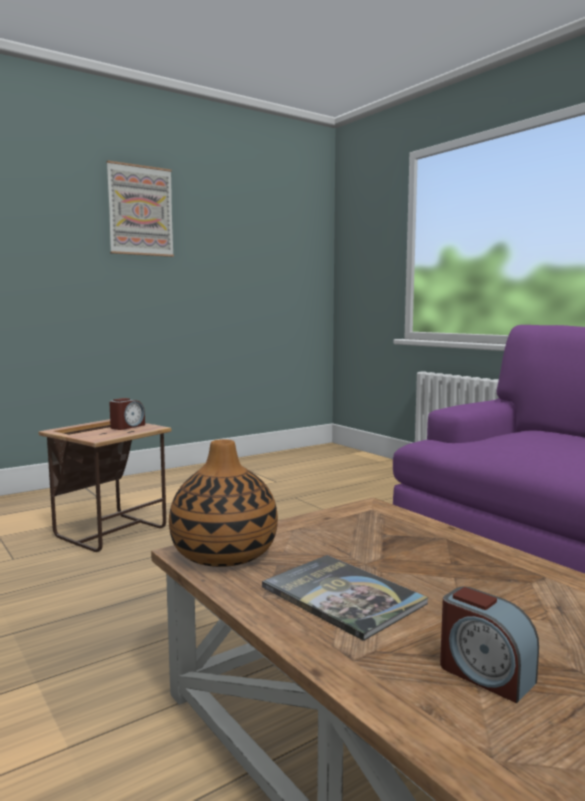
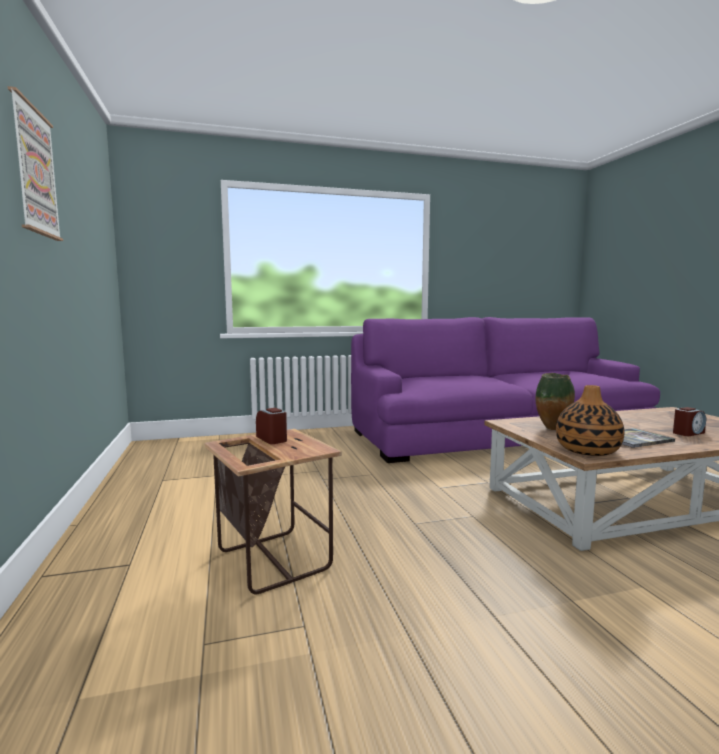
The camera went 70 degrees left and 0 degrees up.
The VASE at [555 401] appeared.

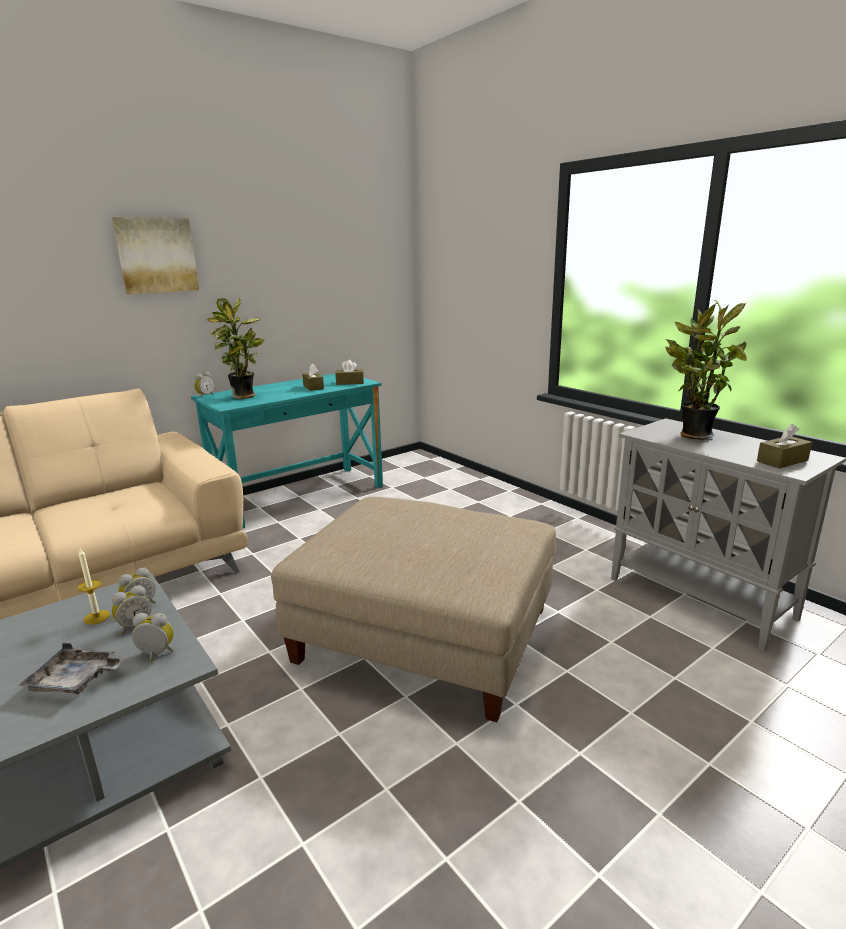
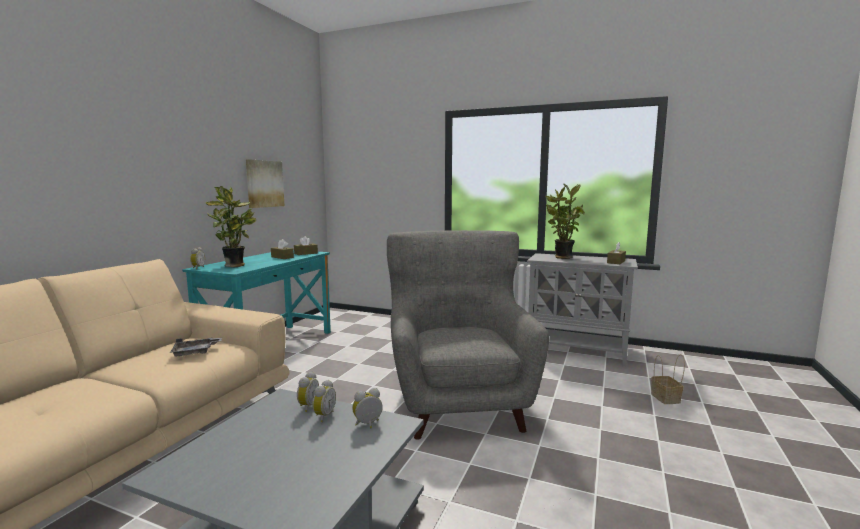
The camera went 30 degrees left and 10 degrees down.
The GRAY SERVING TRAY moved from [73 668] to [196 347].
The WALL PICTURE moved from [155 255] to [265 183].
The SAND-COLOURED FOOTREST at [413 609] was replaced by the GRAY LOUNGE CHAIR at [468 335].
The BASKET at [668 379] appeared.
The WAX LIGHT at [93 587] disappeared.

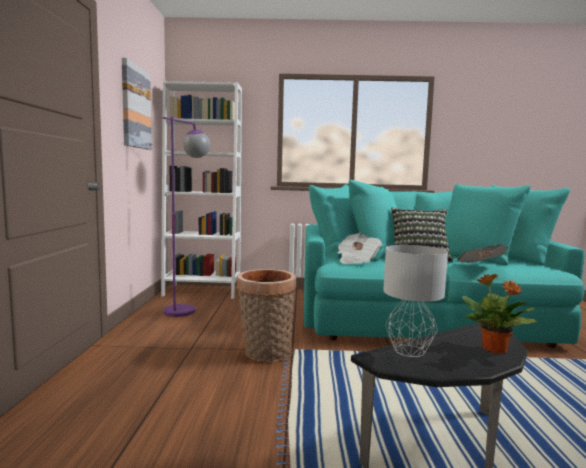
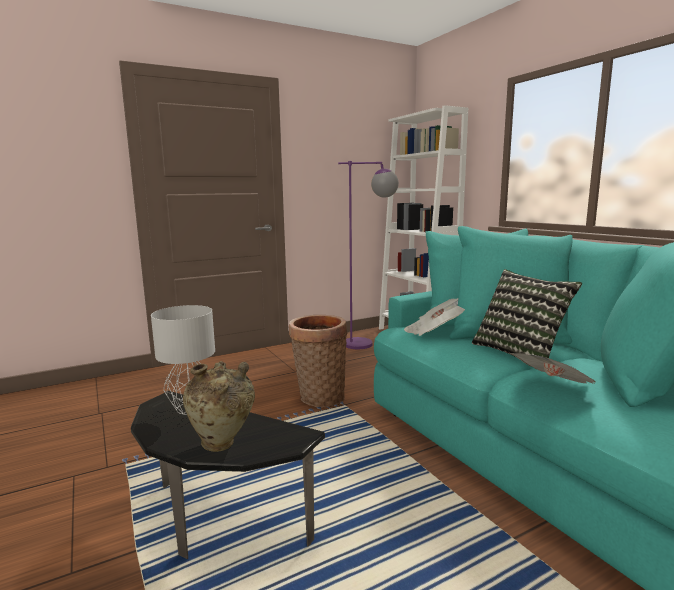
The camera went 60 degrees right and 5 degrees up.
The HOUSEPLANT at [499 314] was replaced by the SAND-COLOURED VASE at [219 406].
The WALL PICTURE at [137 104] disappeared.

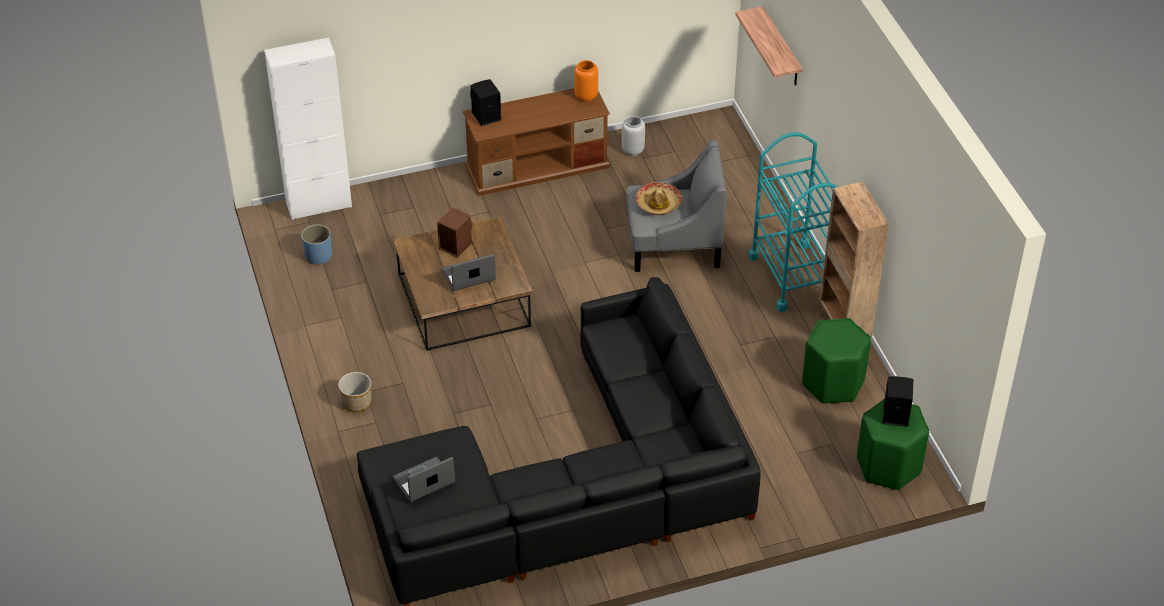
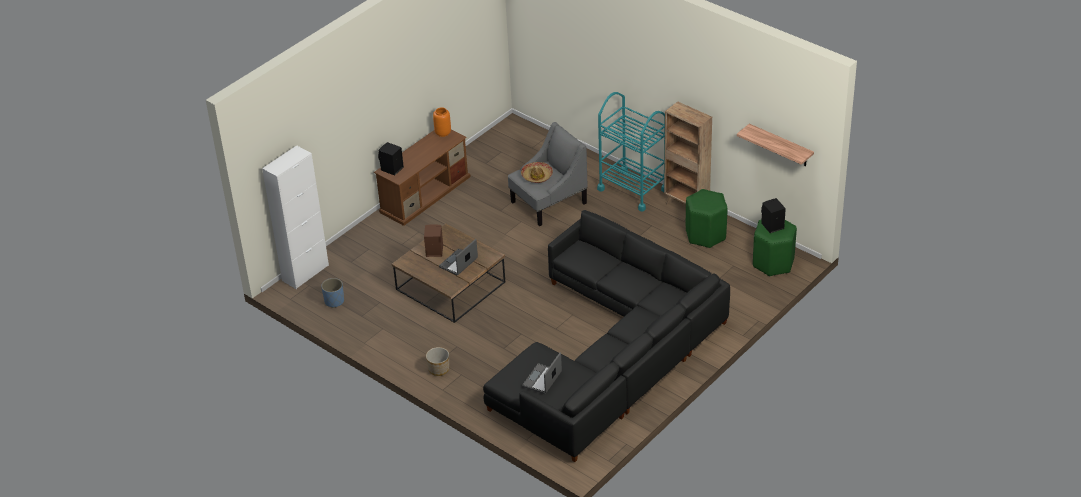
The camera went 30 degrees left and 5 degrees down.
The WALL SHELF moved from [769 45] to [775 145].
The GRAY VASE at [633 136] disappeared.

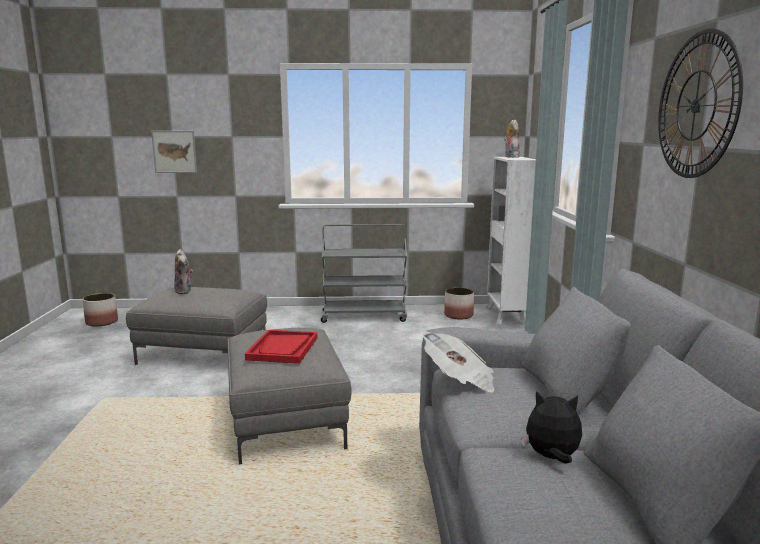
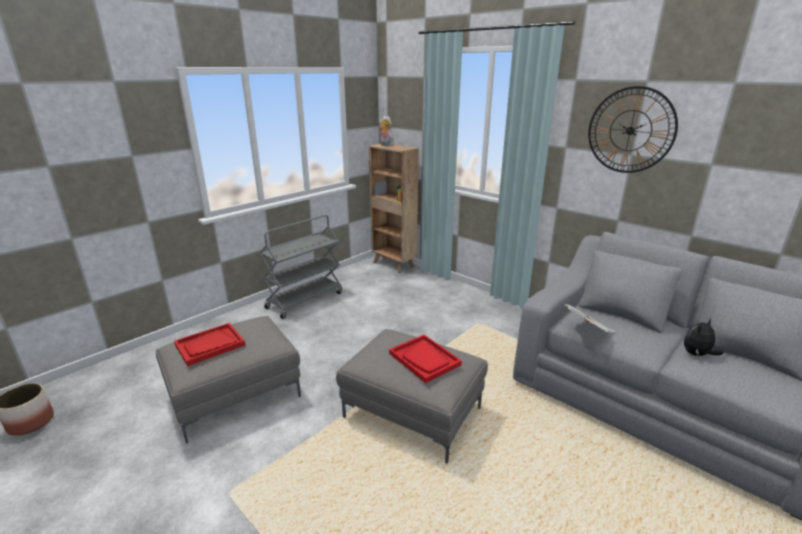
The camera went 45 degrees left and 10 degrees up.
The PLUSH TOY at [183 271] was replaced by the REDDISH SERVING TRAY at [209 344].
The WHITISH SHELVING UNIT at [511 241] became the BROWN SHELVING UNIT at [394 208].
The WALL PICTURE at [174 152] disappeared.
The FLOWER POT at [459 303] disappeared.

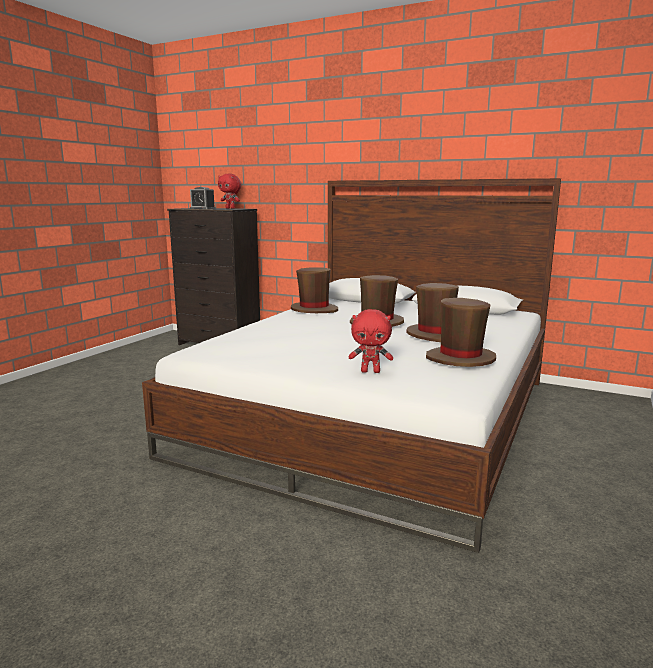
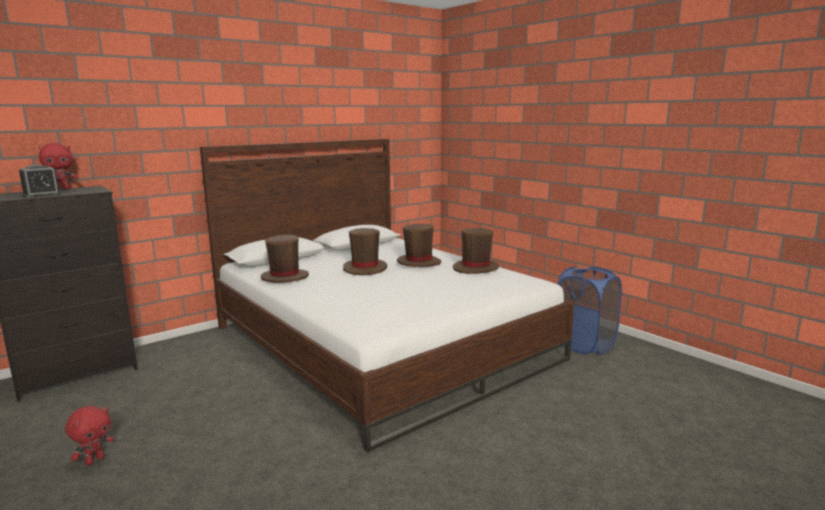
The camera went 65 degrees left and 0 degrees up.
The REDDISH PLUSH TOY moved from [371 341] to [89 436].
The BLUE-COLOURED LAUNDRY BASKET at [590 310] appeared.

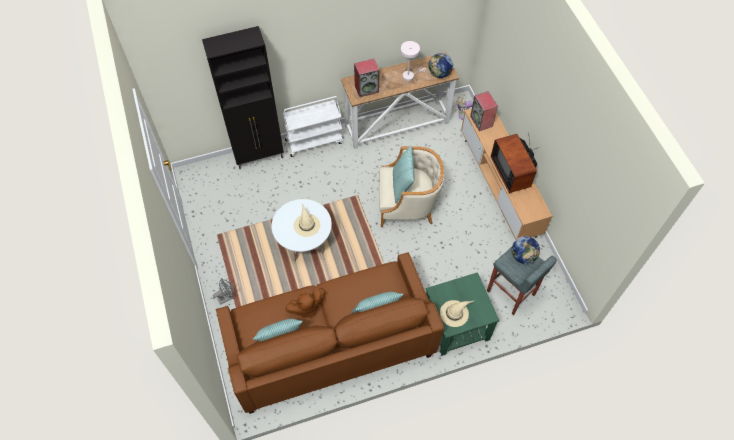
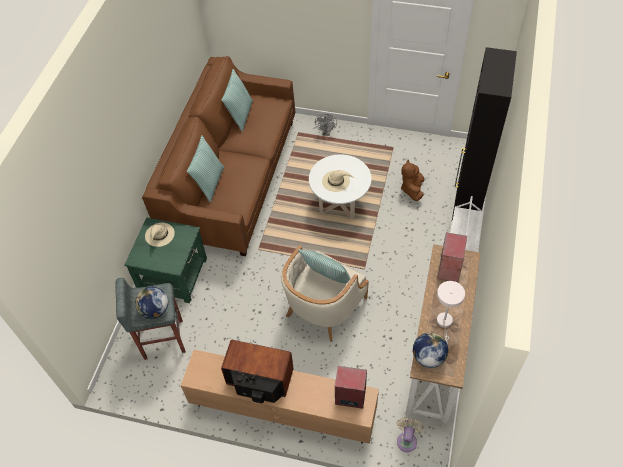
The camera went 125 degrees right and 5 degrees down.
The BROWN PLUSH TOY moved from [305 303] to [412 180].

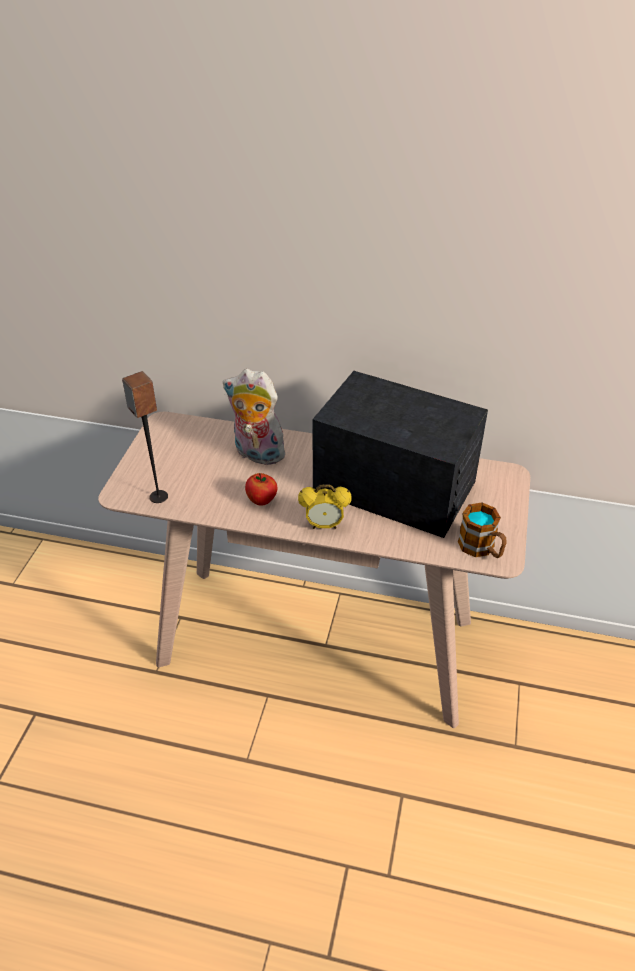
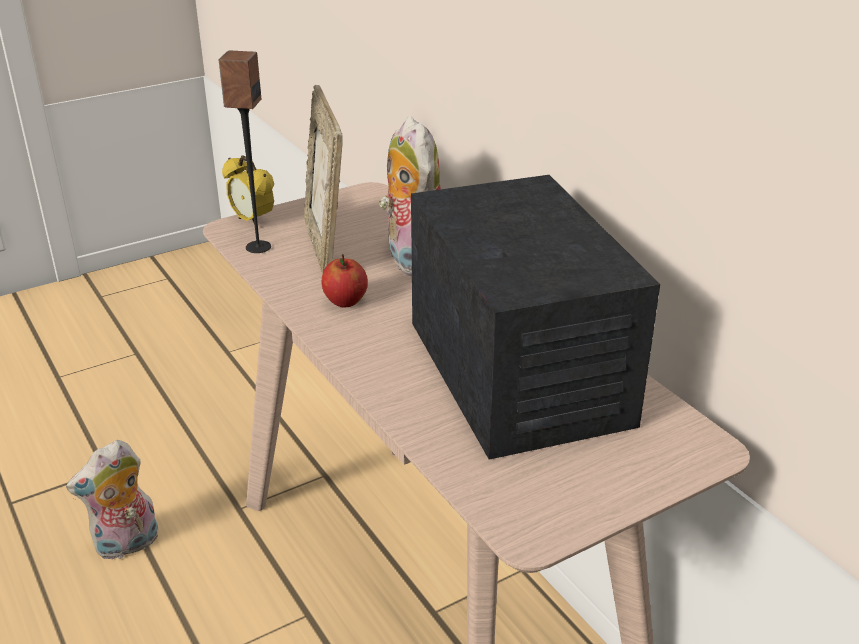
The camera went 45 degrees right and 10 degrees down.
The PLUSH TOY at [112 500] appeared.
The ALARM CLOCK moved from [325 506] to [248 189].
The PHOTO FRAME at [323 179] appeared.
The TEA MUG at [482 530] disappeared.

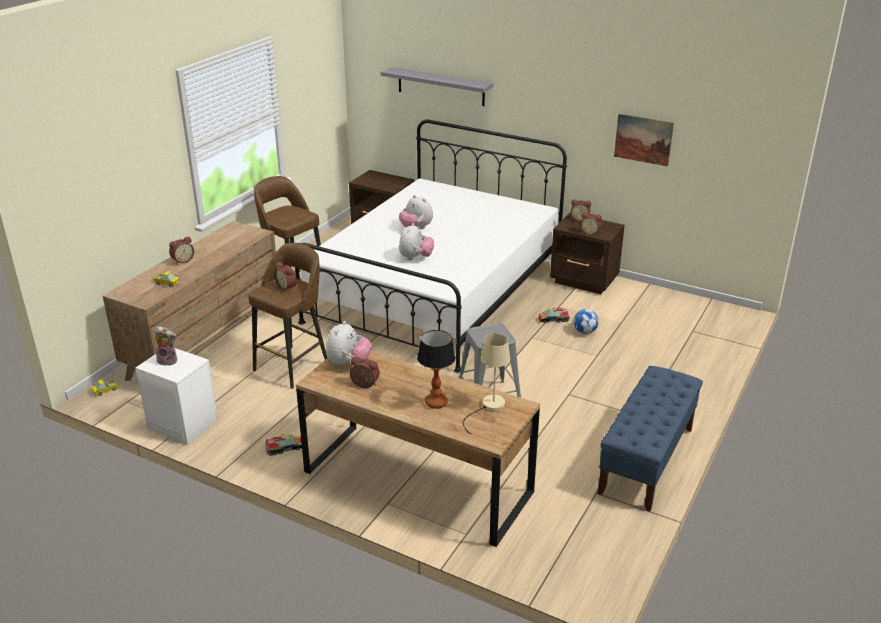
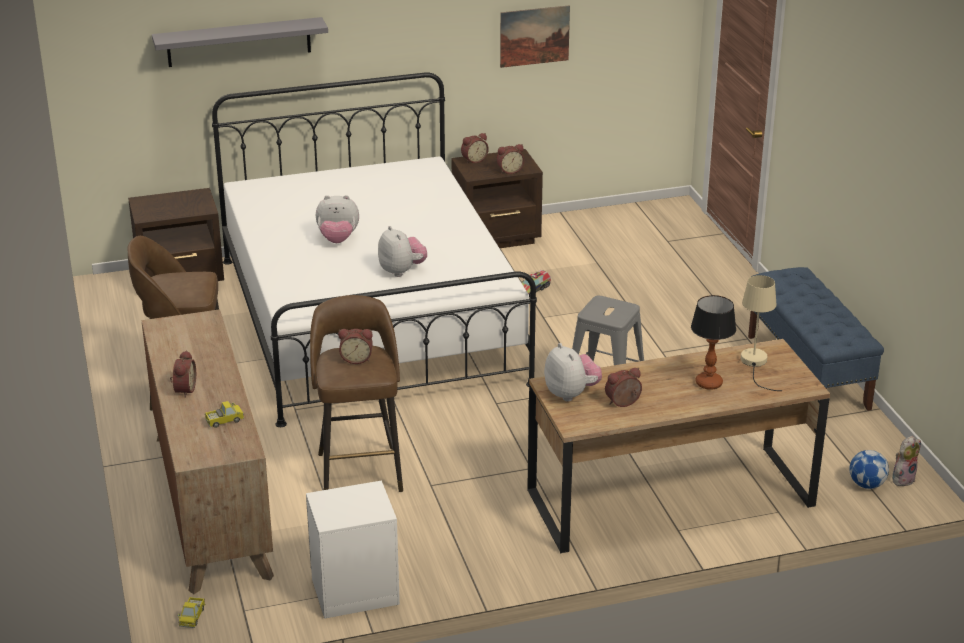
The camera went 45 degrees left and 0 degrees up.
The FOOTBALL moved from [586 321] to [869 469].
The PLUSH TOY moved from [165 346] to [906 461].
The TOY LORRY at [283 445] disappeared.

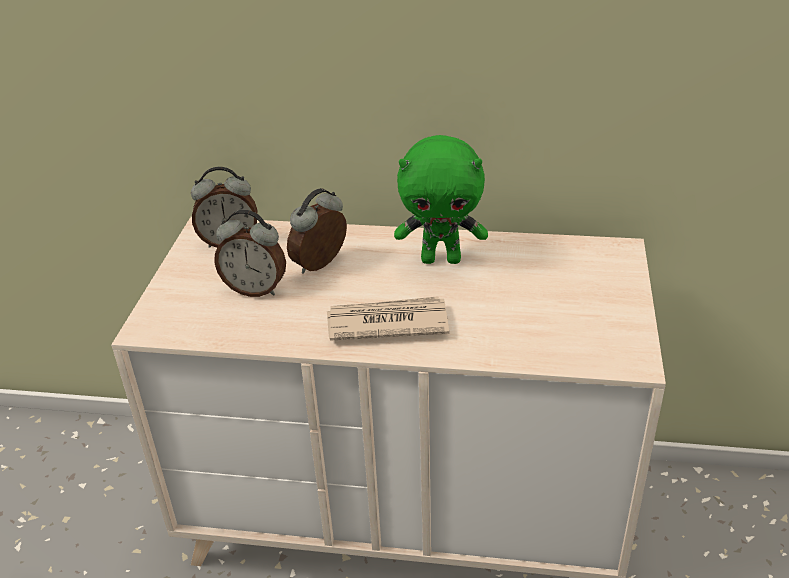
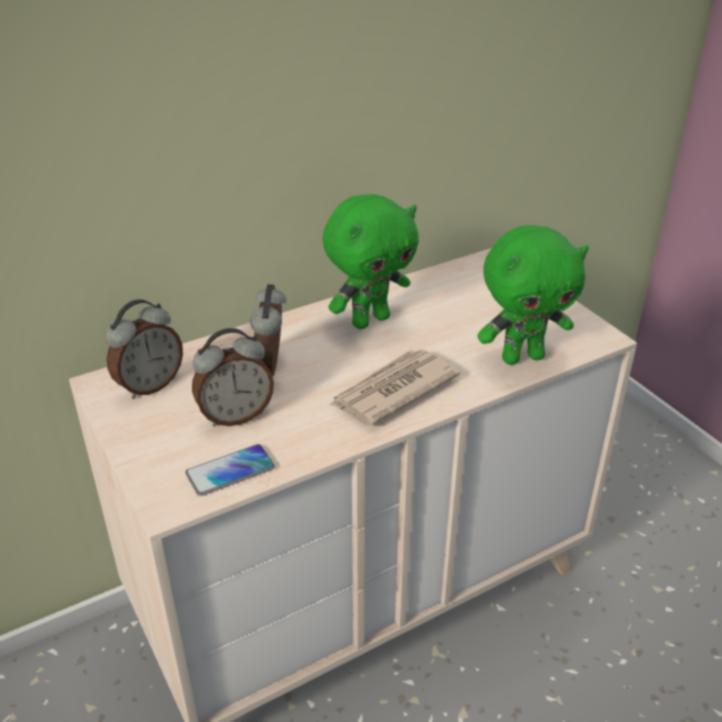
The camera went 40 degrees left and 0 degrees up.
The TELEPHONE at [230 470] appeared.
The GREEN-COLOURED PLUSH TOY at [533 295] appeared.

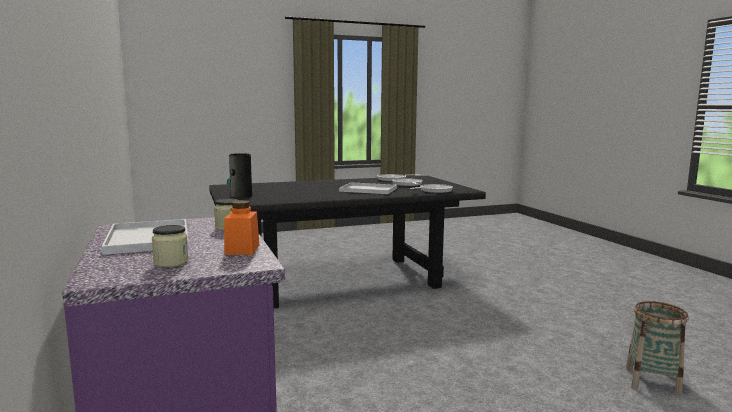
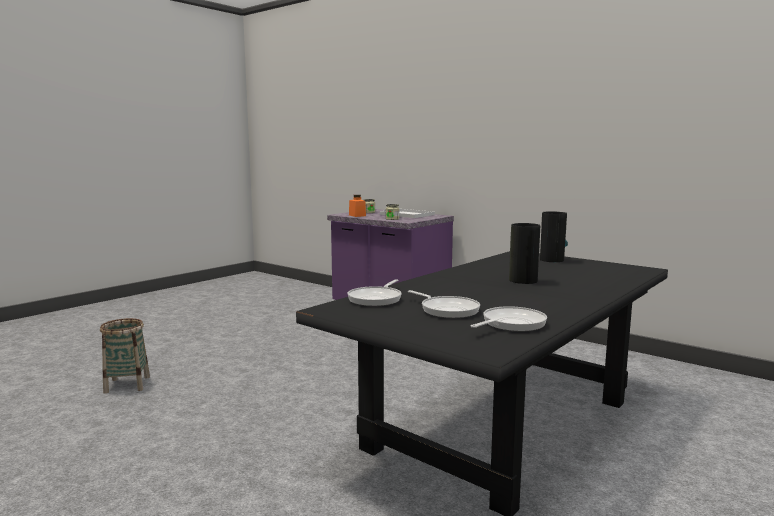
The camera went 150 degrees right and 0 degrees up.
The VASE at [524 253] appeared.
The WHITISH SERVING TRAY at [368 188] disappeared.

